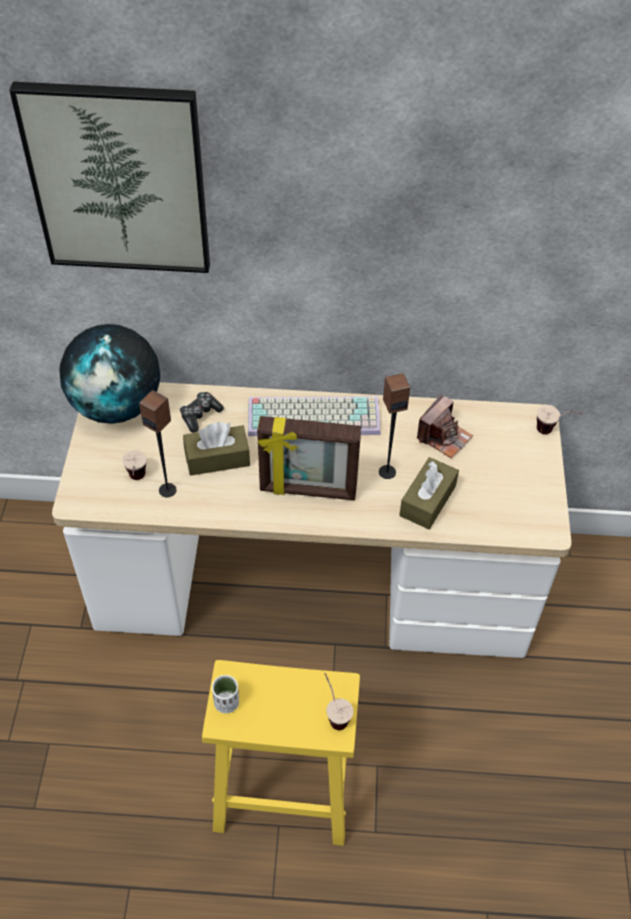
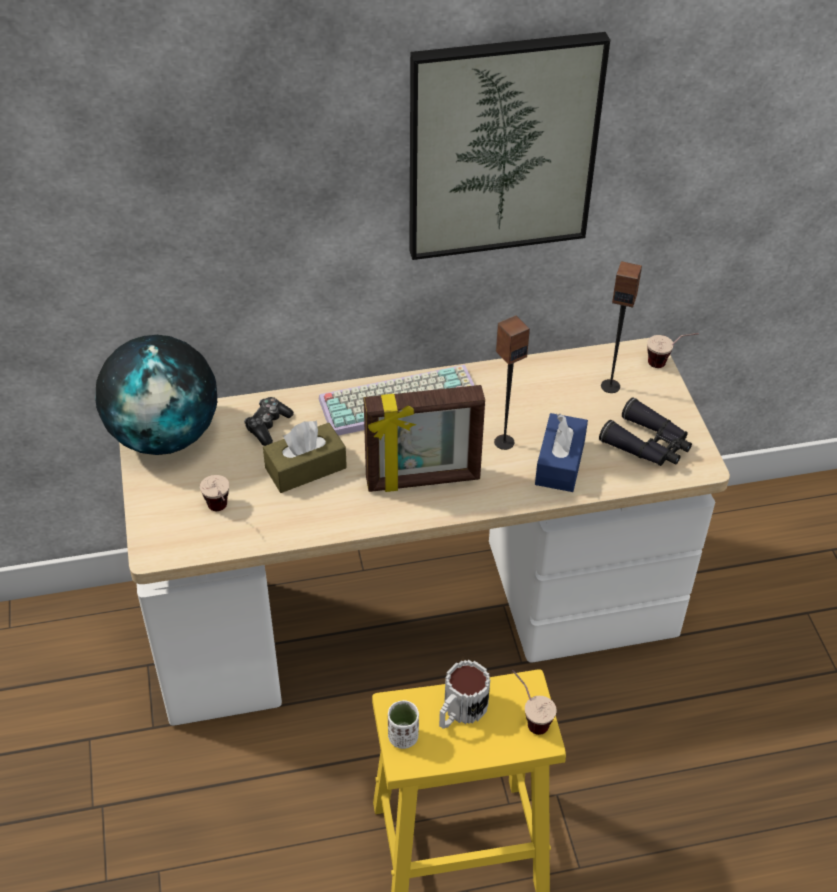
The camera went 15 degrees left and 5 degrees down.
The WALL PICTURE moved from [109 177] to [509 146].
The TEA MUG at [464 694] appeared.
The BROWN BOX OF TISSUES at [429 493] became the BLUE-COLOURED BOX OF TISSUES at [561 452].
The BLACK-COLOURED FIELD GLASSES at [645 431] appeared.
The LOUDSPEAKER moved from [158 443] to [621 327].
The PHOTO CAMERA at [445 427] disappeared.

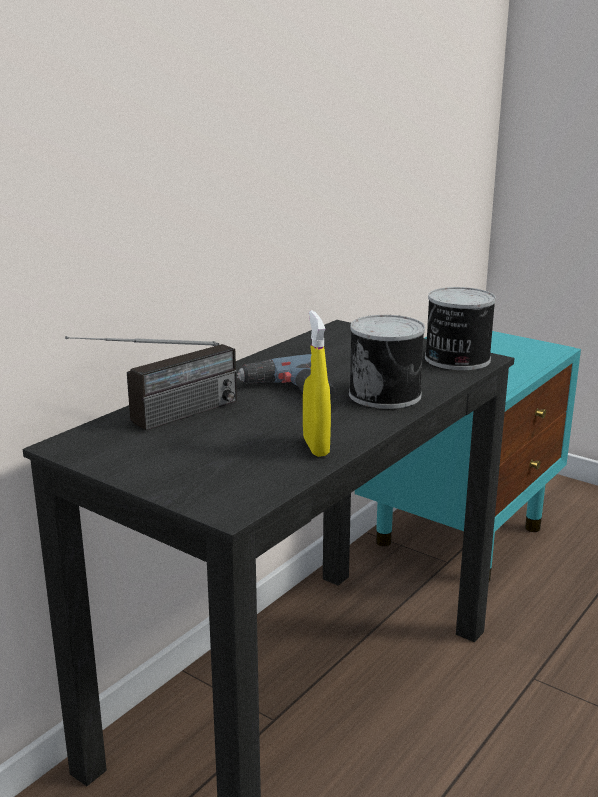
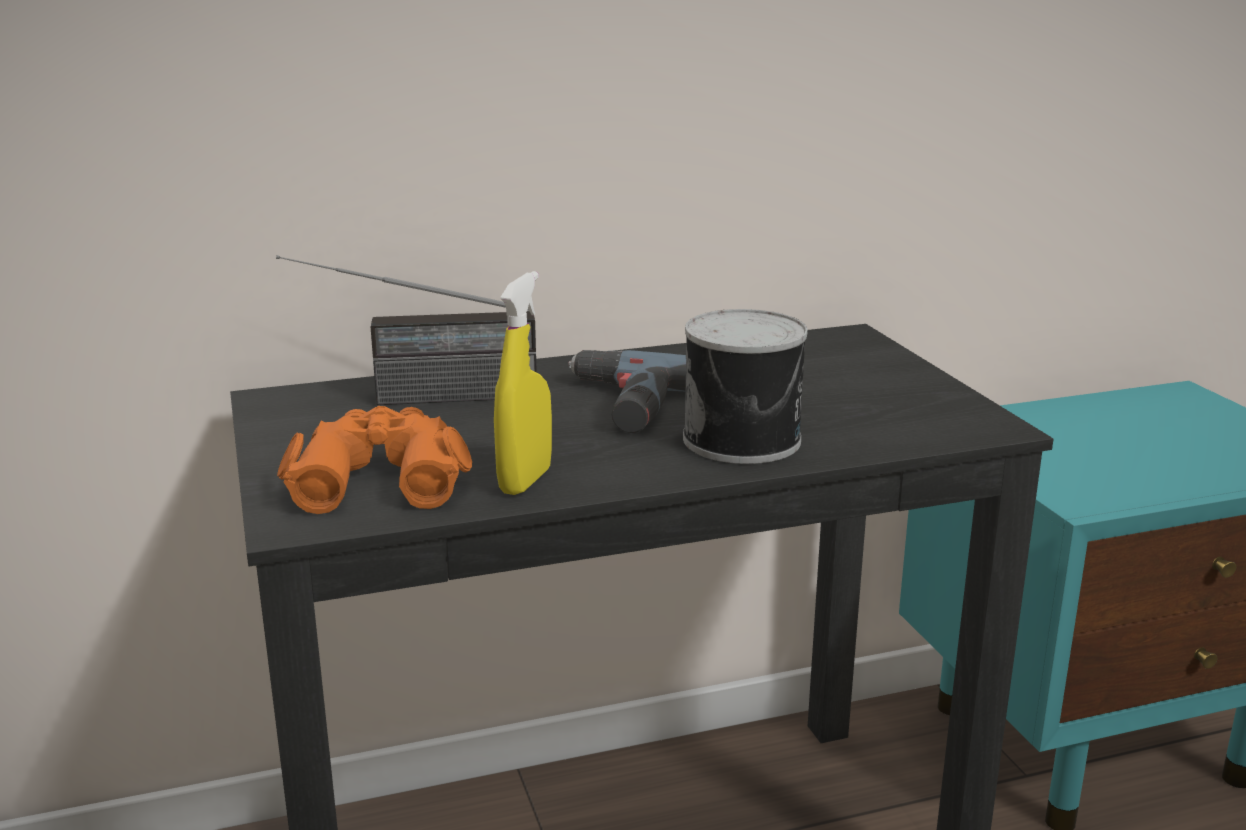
The camera went 35 degrees right and 0 degrees up.
The ORANGE-COLOURED FIELD GLASSES at [374 460] appeared.
The CAN at [460 328] disappeared.

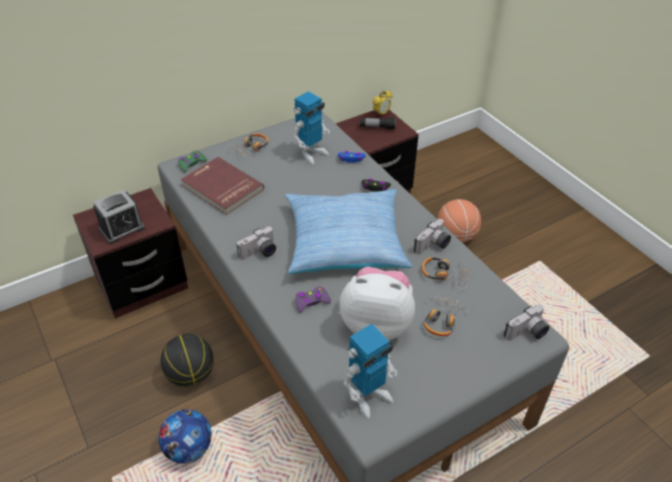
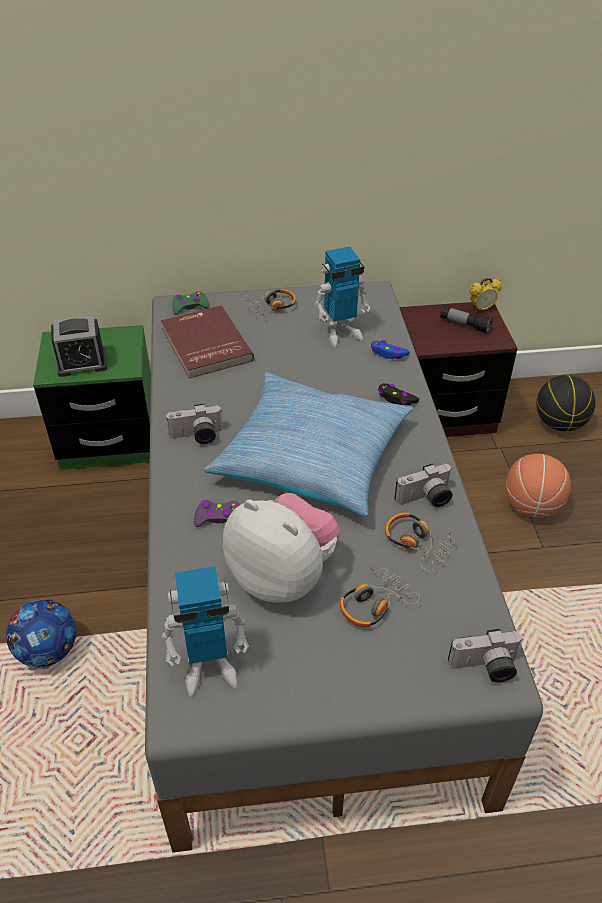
The camera went 25 degrees right and 0 degrees up.
The BROWN NIGHTSTAND at [130 253] became the GREEN-COLOURED NIGHTSTAND at [92 397].
The BASKETBALL BALL moved from [187 360] to [565 403].

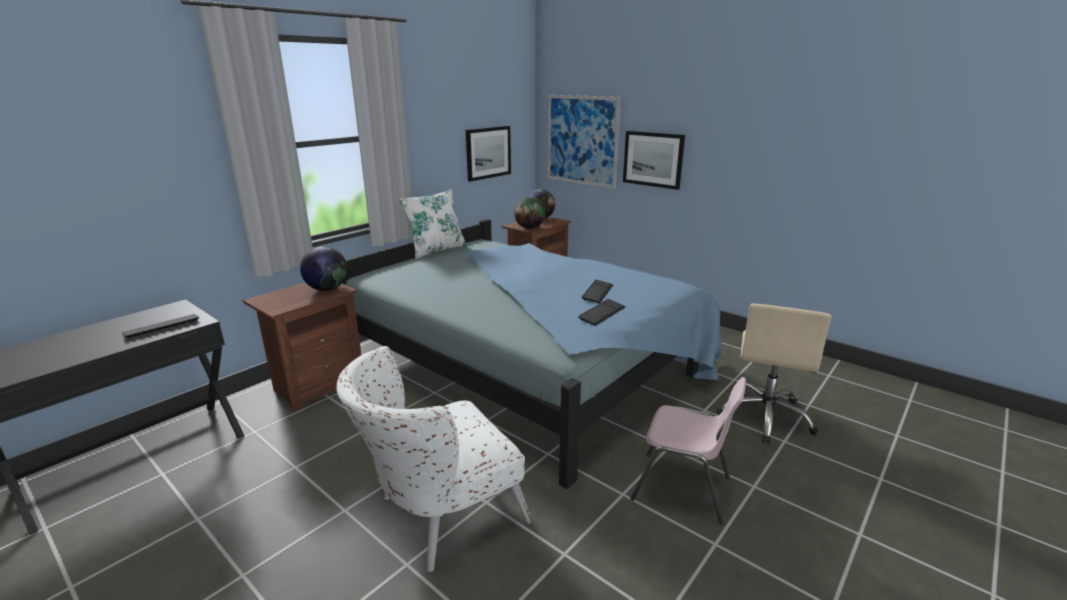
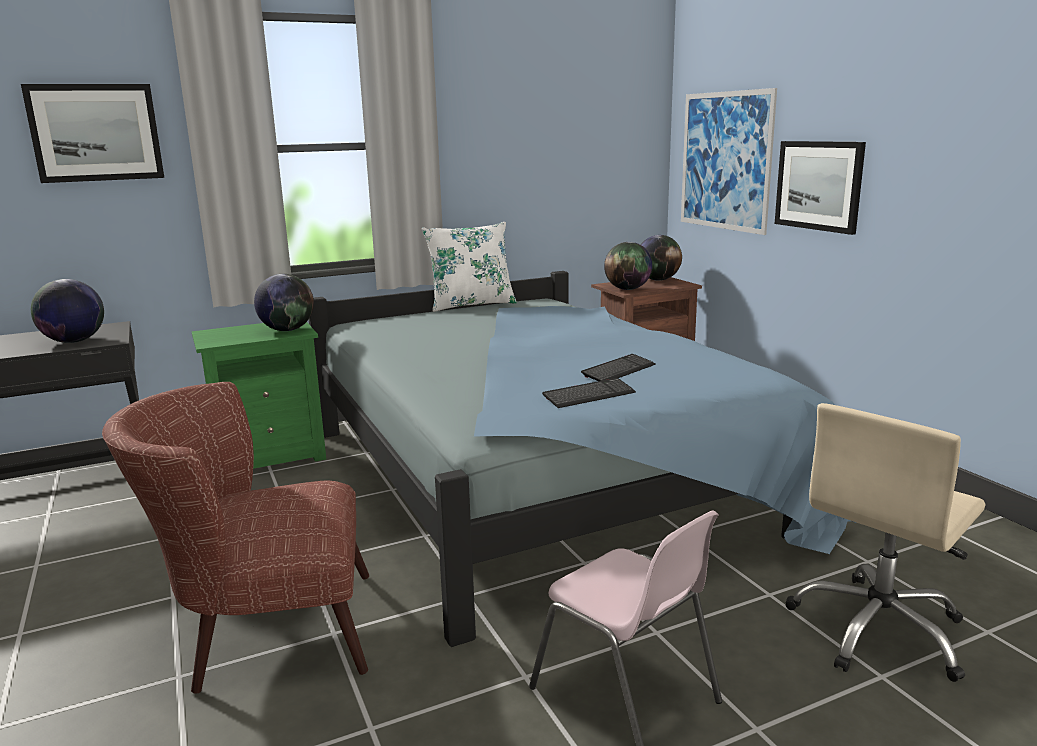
The camera went 25 degrees right and 5 degrees down.
The WALL PICTURE moved from [488 154] to [92 133].
The PC KEYBOARD at [160 326] was replaced by the WORLD GLOBE at [67 311].
The WHITISH LOUNGE CHAIR at [434 459] became the BROWN LOUNGE CHAIR at [235 538].
The BROWN NIGHTSTAND at [302 347] became the GREEN-COLOURED NIGHTSTAND at [259 395].

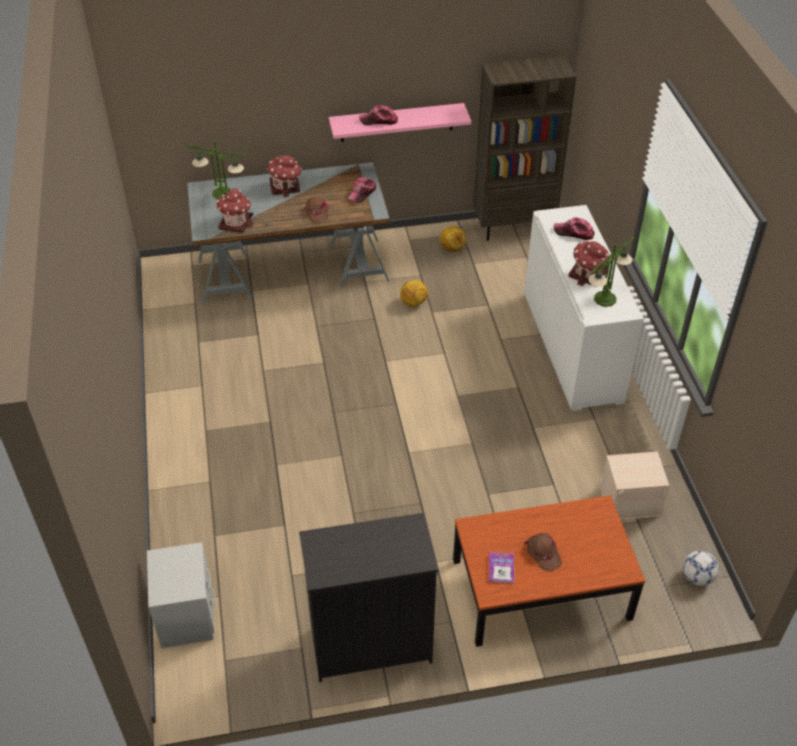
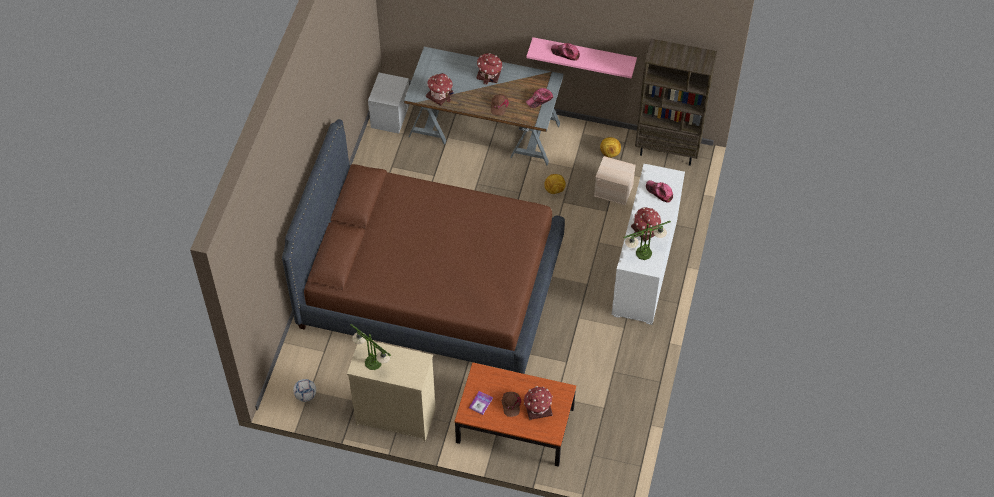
The camera went 25 degrees right and 10 degrees up.
The BROWN SLEEPING BED at [423 246] appeared.
The FOOTBALL moved from [701 568] to [304 390].
The BLACK-COLOURED DRAWER CHEST at [368 597] became the SAND-COLOURED DRAWER CHEST at [391 390].
The TABLE LAMP moved from [216 170] to [370 347].
The GRAY NIGHTSTAND moved from [181 595] to [388 103].
The MINIATURE HOUSE at [538 403] appeared.
The SAND-COLOURED STORAGE CONTAINER moved from [634 485] to [615 180].

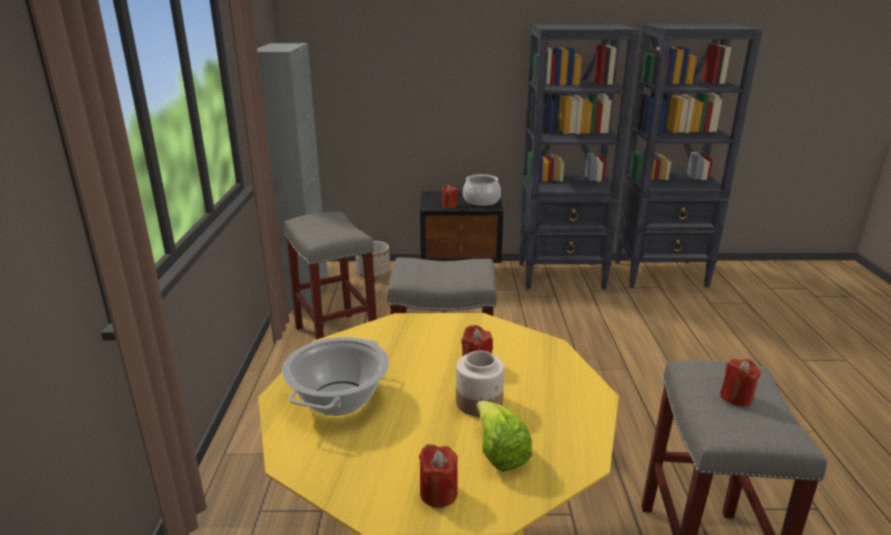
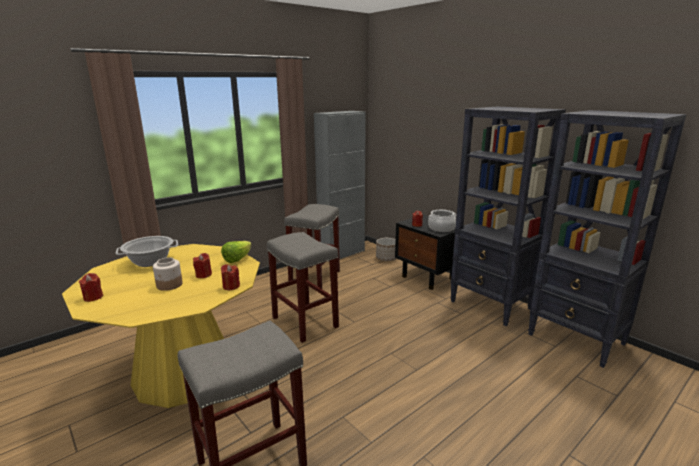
The camera went 50 degrees right and 5 degrees down.
The HEAD OF LETTUCE moved from [504 436] to [236 252].
The REDDISH WAX LIGHT moved from [740 382] to [230 277].

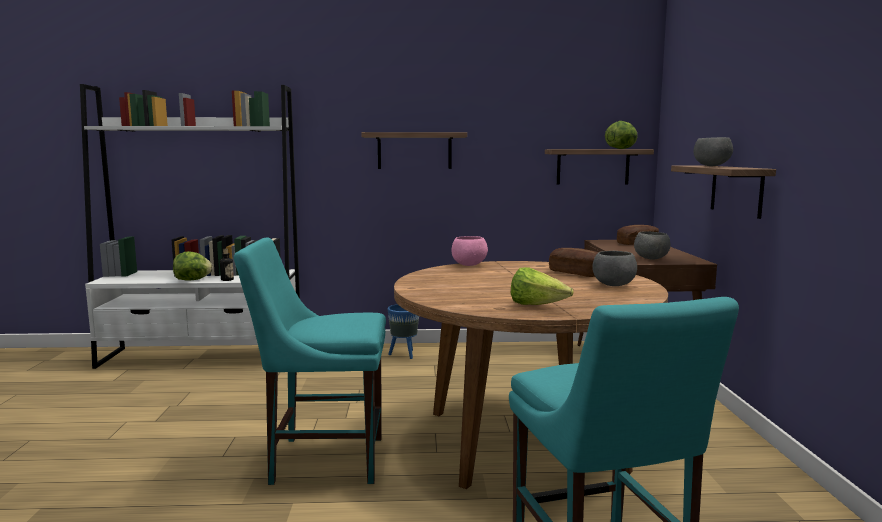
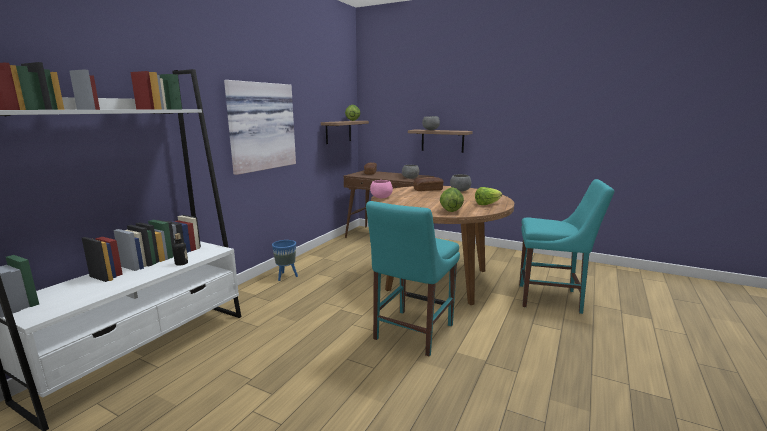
The camera went 60 degrees left and 5 degrees up.
The WALL SHELF at [414 150] was replaced by the WALL PICTURE at [260 127].
The HEAD OF LETTUCE moved from [193 265] to [452 199].

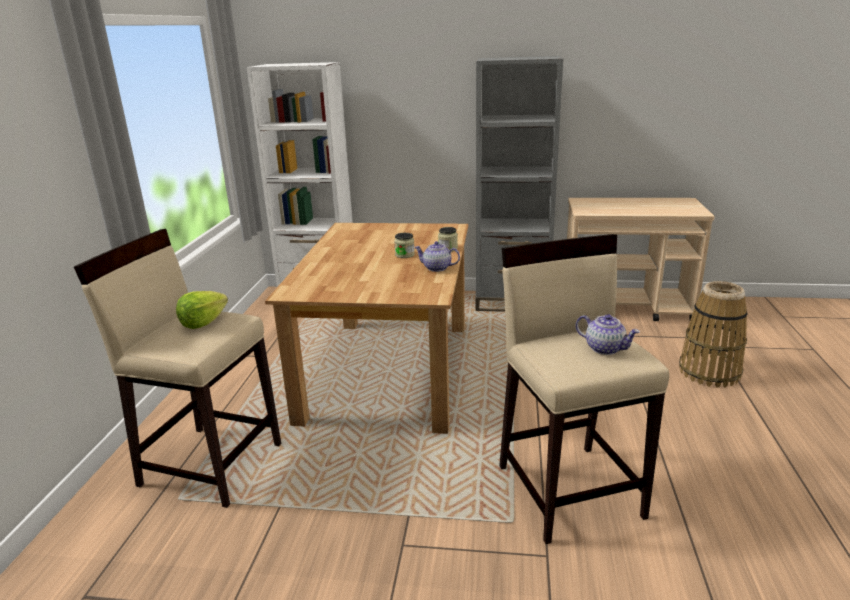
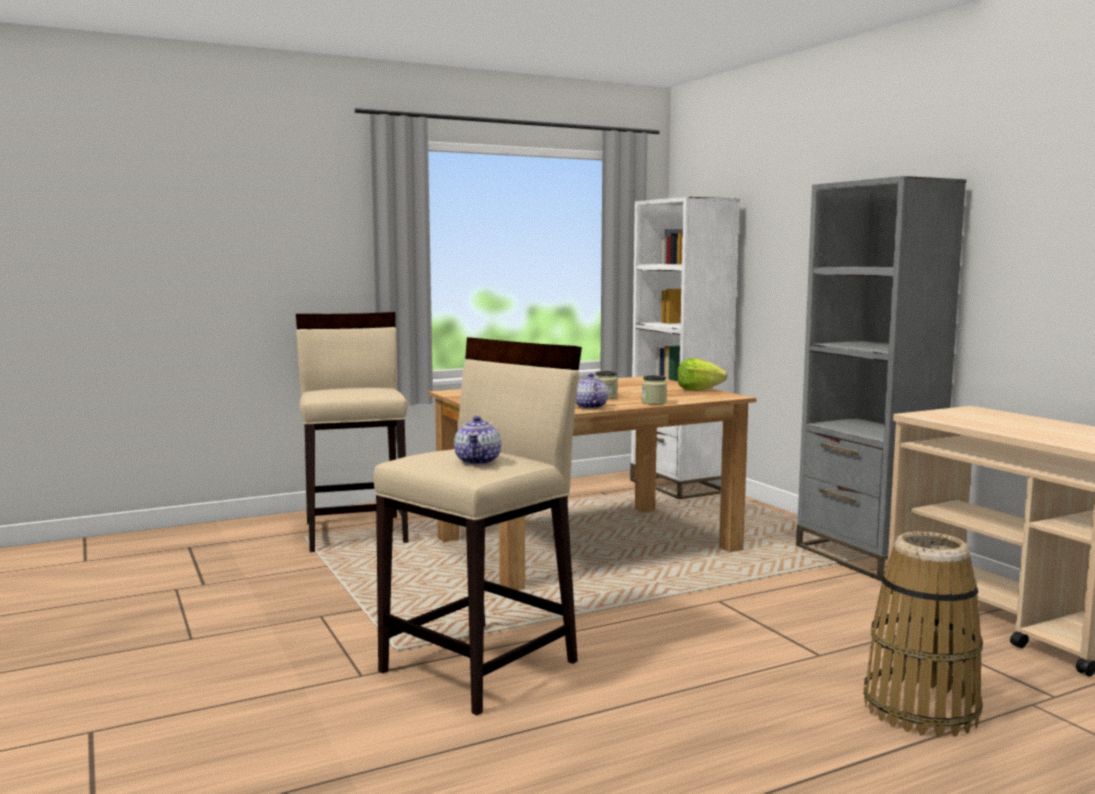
The camera went 55 degrees right and 15 degrees down.
The HEAD OF LETTUCE moved from [202 310] to [702 374].

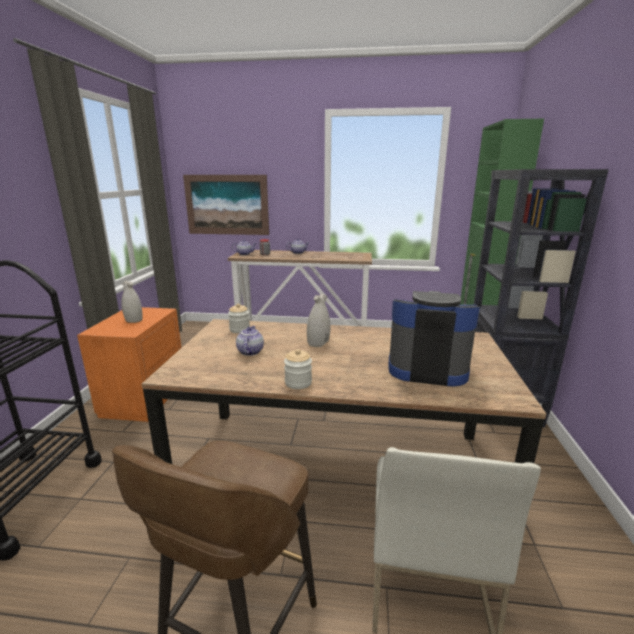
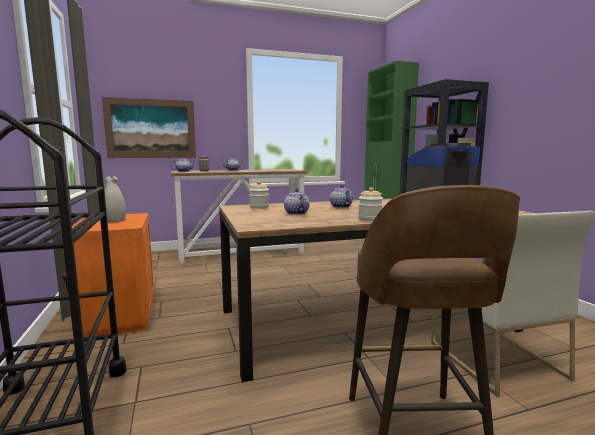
The camera went 25 degrees left and 10 degrees down.
The WHITISH VASE at [319 320] was replaced by the TEAPOT at [341 196].

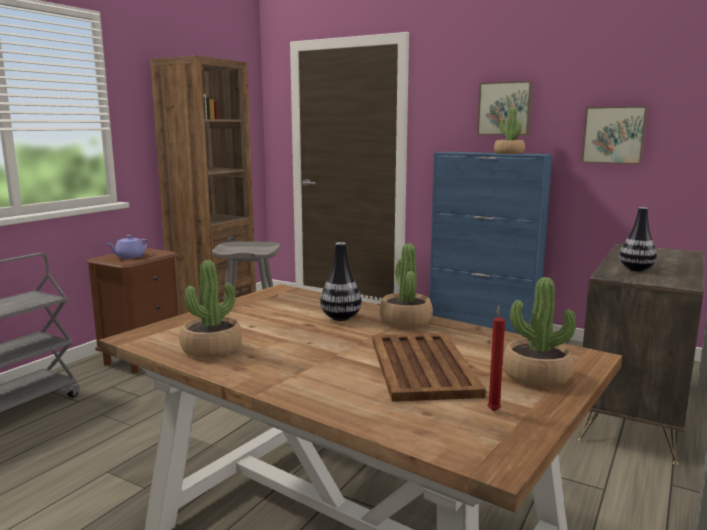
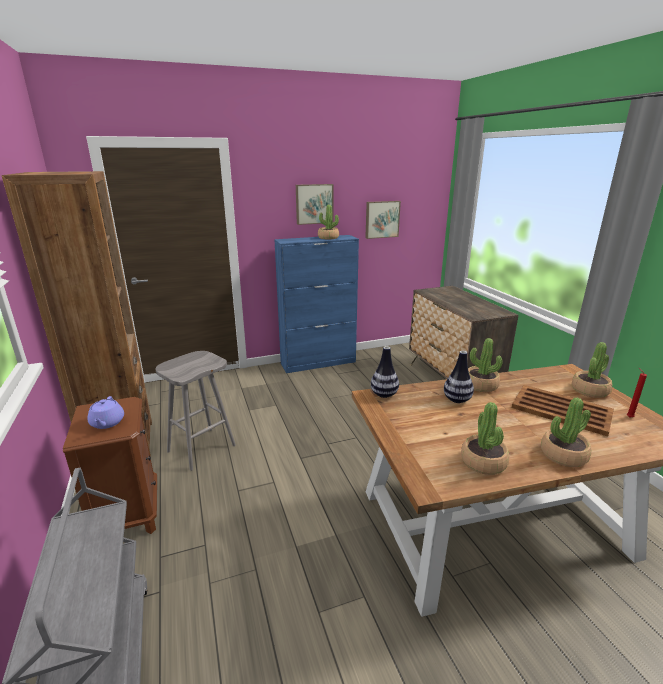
The camera went 50 degrees left and 10 degrees up.
The VASE moved from [638 239] to [385 372].
The HOUSEPLANT at [566 432] appeared.

